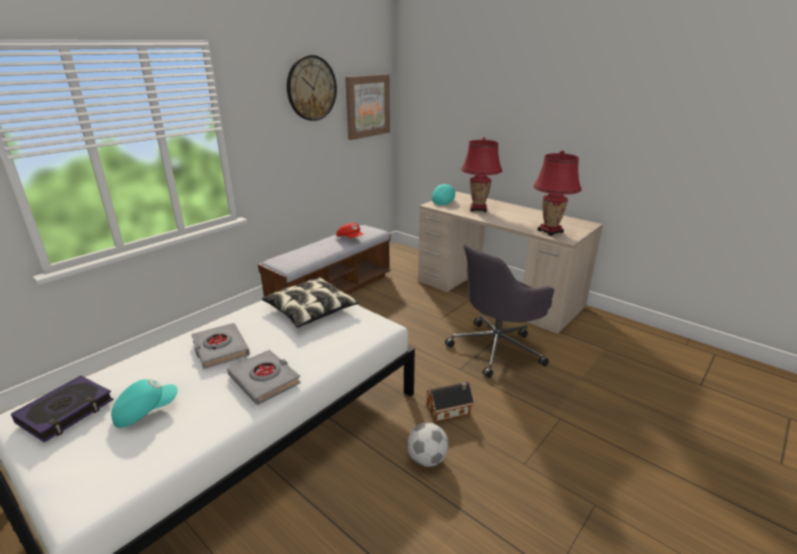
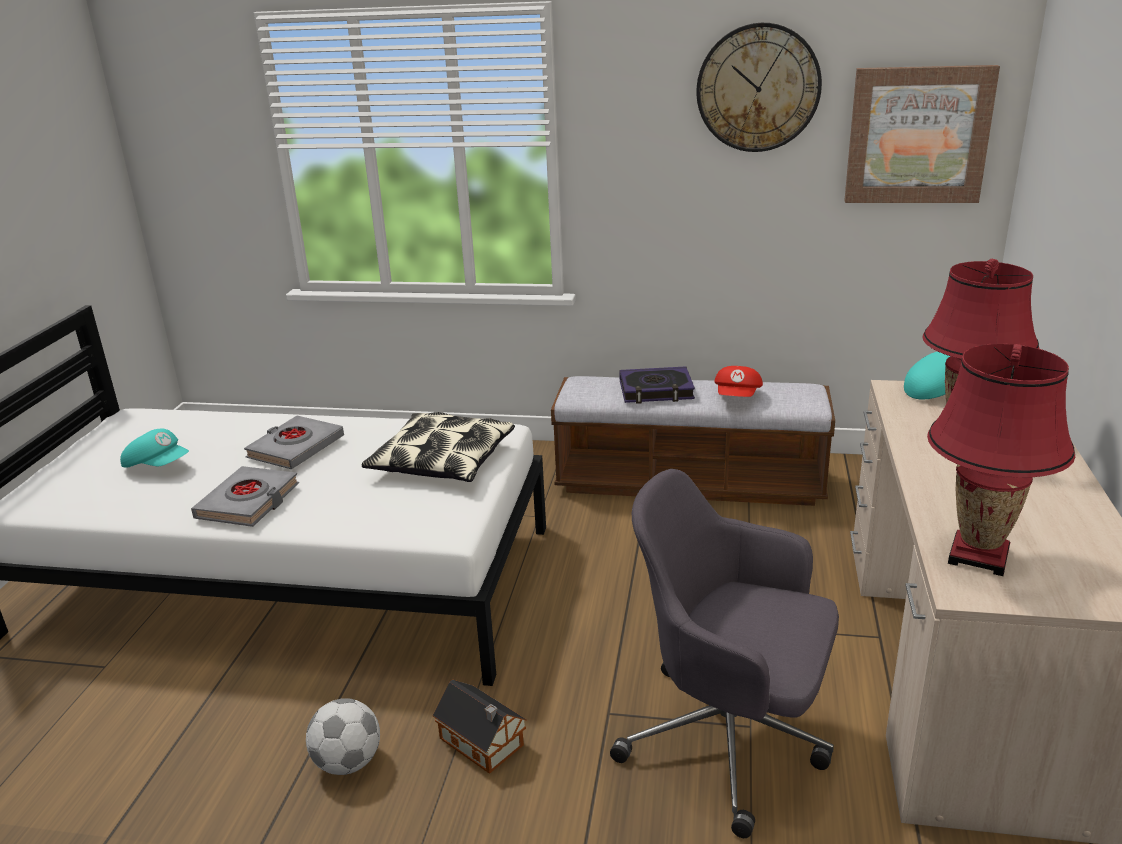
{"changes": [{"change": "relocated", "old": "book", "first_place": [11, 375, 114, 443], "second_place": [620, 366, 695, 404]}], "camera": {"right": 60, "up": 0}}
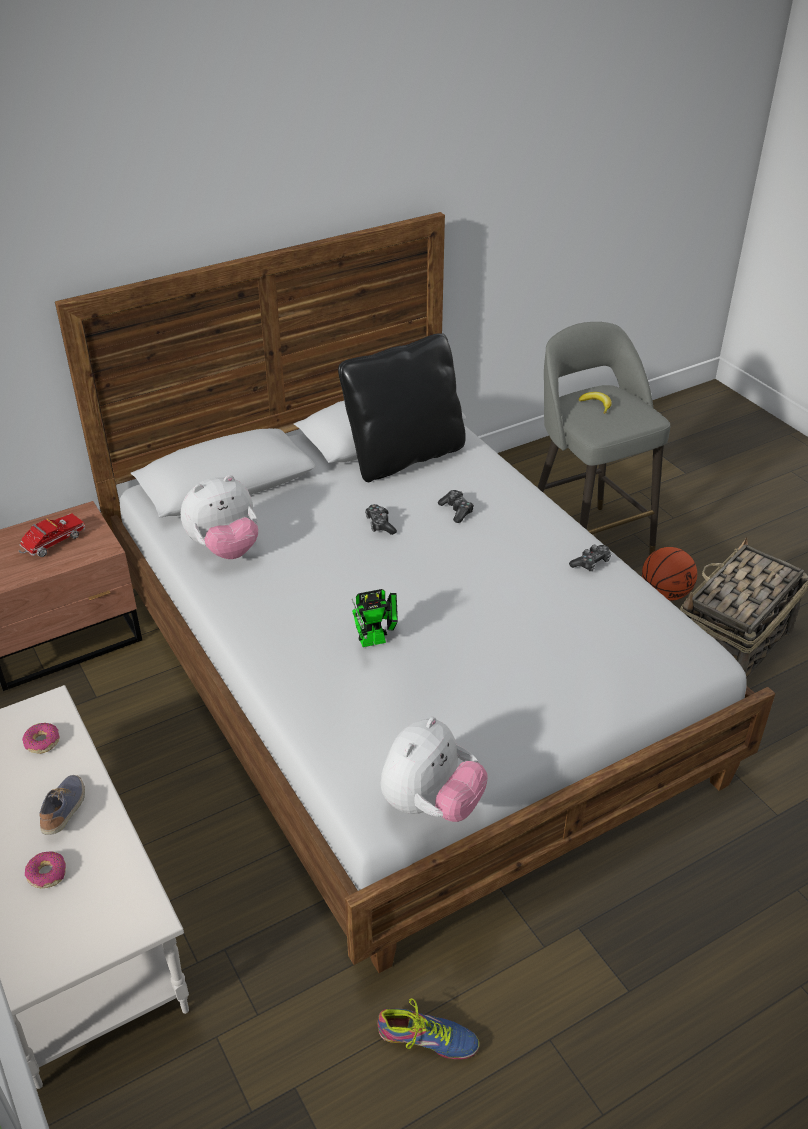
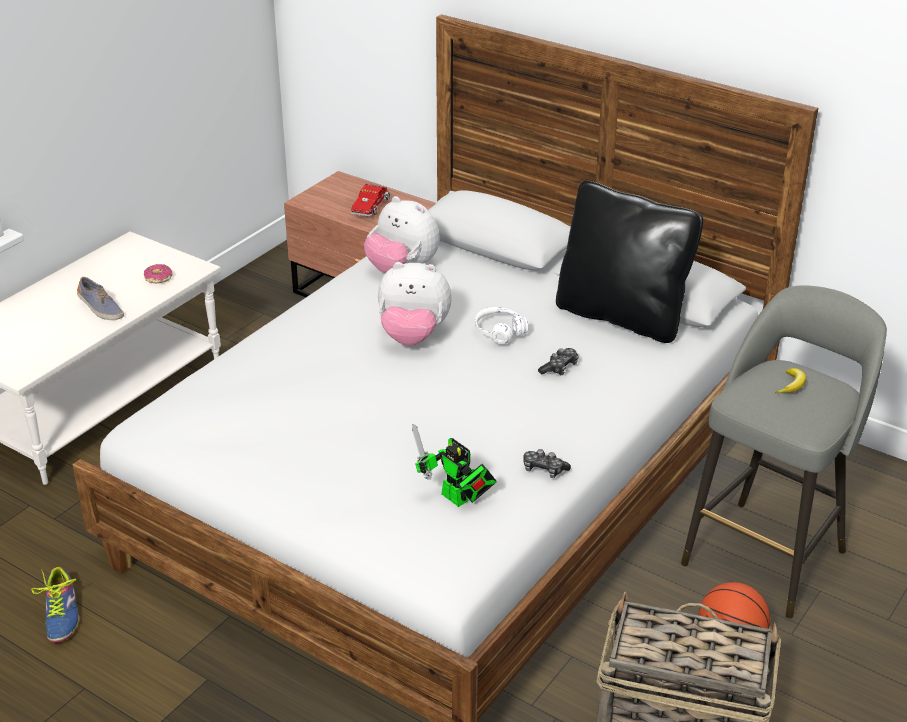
{"changes": [{"change": "exchanged", "old": "game controller", "new": "headphones in white", "first_place": [365, 504, 397, 535], "second_place": [475, 307, 528, 345]}, {"change": "spun", "old": "toy truck", "first_place": [19, 514, 85, 557], "second_place": [350, 183, 390, 217], "degrees": 90}, {"change": "relocated", "old": "toy robot", "first_place": [352, 589, 398, 647], "second_place": [412, 424, 497, 507]}, {"change": "relocated", "old": "plush toy", "first_place": [380, 717, 488, 822], "second_place": [378, 262, 452, 346]}, {"change": "spun", "old": "shoe", "first_place": [39, 775, 85, 835], "second_place": [77, 277, 124, 320], "degrees": 60}, {"change": "missing", "old": "donut", "first_place": [25, 851, 66, 888]}], "camera": {"right": 65, "up": -5}}
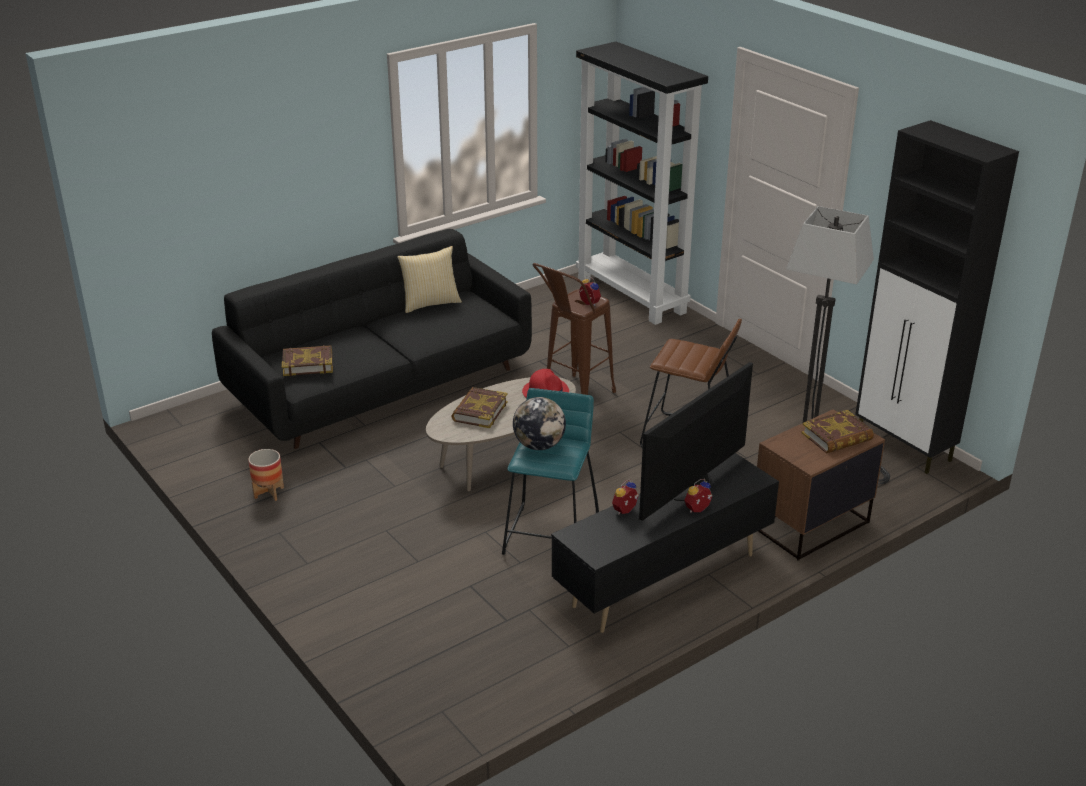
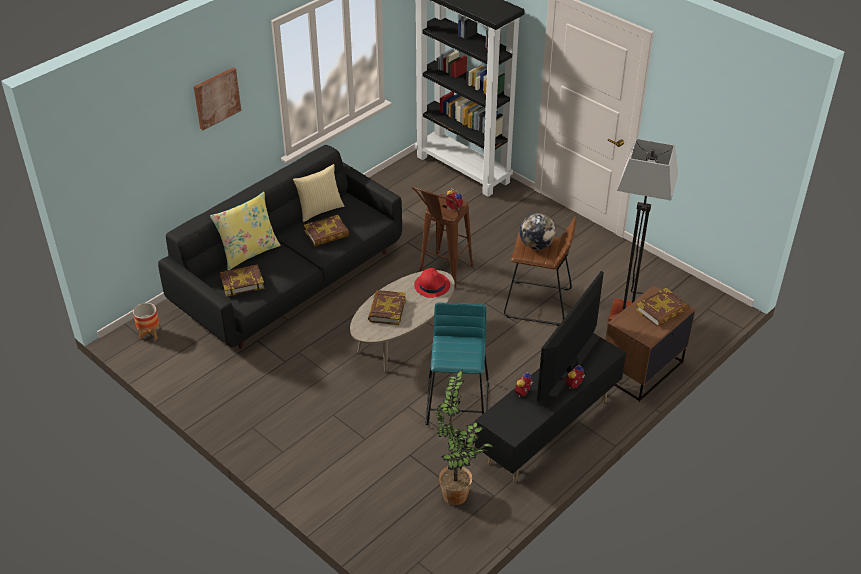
{"changes": [{"change": "missing", "old": "cabinet in black", "first_place": [855, 120, 1019, 474]}, {"change": "relocated", "old": "globe", "first_place": [513, 397, 566, 450], "second_place": [520, 213, 556, 250]}, {"change": "relocated", "old": "planter", "first_place": [248, 449, 284, 501], "second_place": [133, 303, 160, 340]}, {"change": "appeared", "new": "picture", "second_place": [194, 67, 241, 130]}, {"change": "appeared", "new": "pillow in yellow", "second_place": [210, 192, 281, 270]}, {"change": "appeared", "new": "book", "second_place": [304, 215, 349, 246]}, {"change": "appeared", "new": "potted plant", "second_place": [435, 369, 494, 506]}], "camera": {"right": -10, "up": 10}}
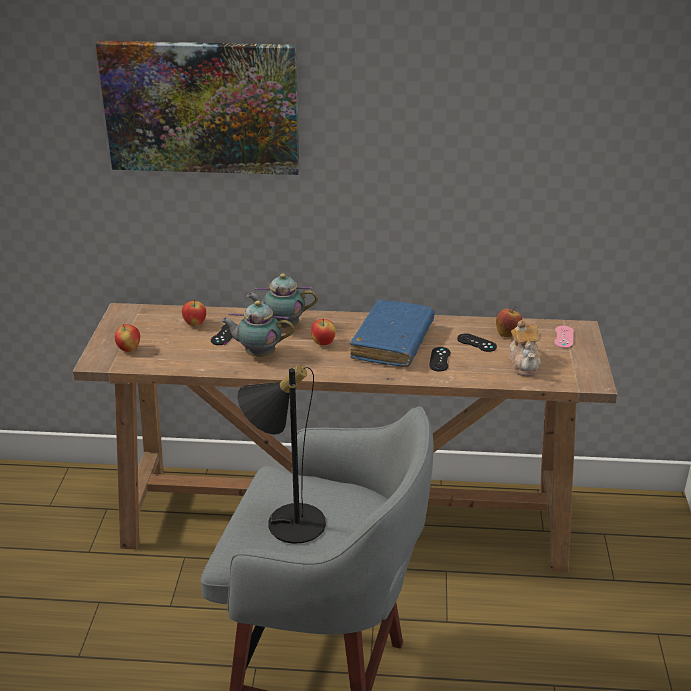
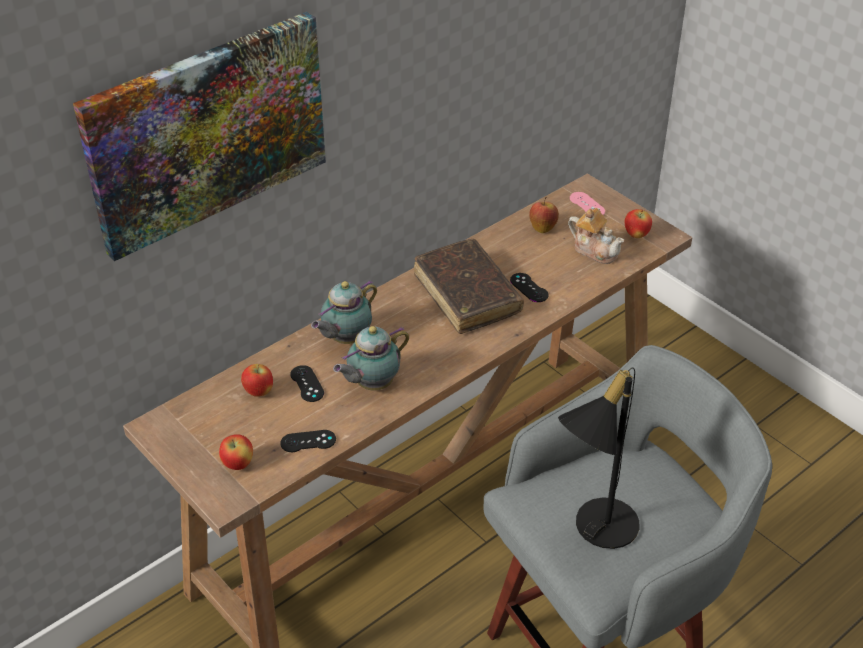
{"changes": [{"change": "colour", "old": "book in blue", "new": "book in brown", "first_place": [350, 300, 435, 367], "second_place": [414, 239, 524, 334]}, {"change": "relocated", "old": "apple", "first_place": [311, 319, 336, 345], "second_place": [625, 209, 652, 238]}, {"change": "relocated", "old": "game controller in black", "first_place": [457, 333, 497, 352], "second_place": [280, 430, 336, 452]}], "camera": {"right": -45, "up": 10}}
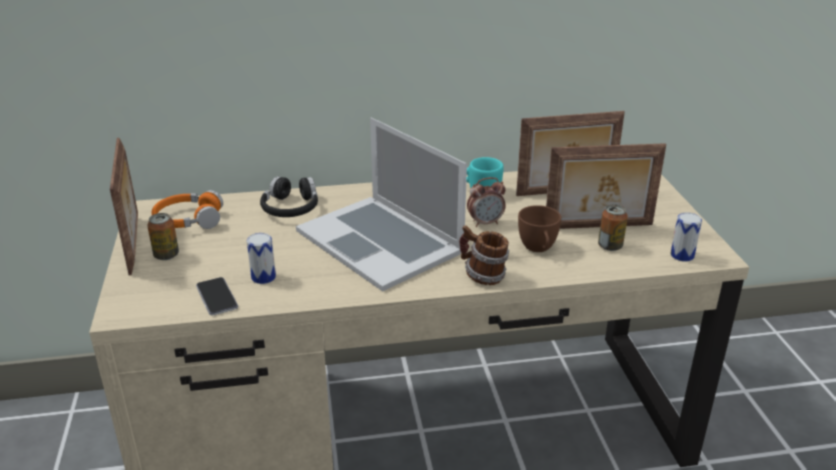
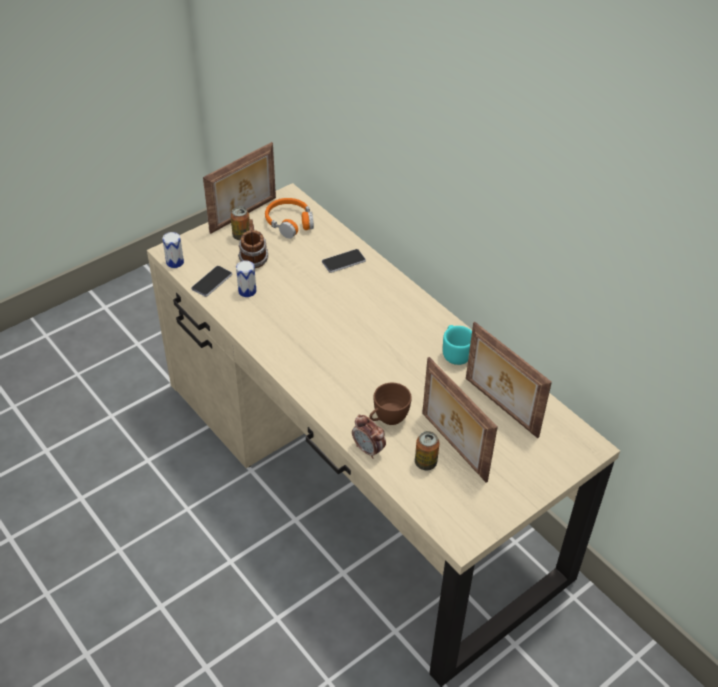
{"changes": [{"change": "missing", "old": "laptop", "first_place": [296, 117, 467, 292]}, {"change": "exchanged", "old": "headphones in black", "new": "phone", "first_place": [260, 176, 318, 217], "second_place": [322, 249, 366, 273]}, {"change": "relocated", "old": "alarm clock", "first_place": [467, 177, 506, 227], "second_place": [352, 414, 386, 459]}, {"change": "relocated", "old": "can", "first_place": [670, 212, 702, 262], "second_place": [162, 232, 184, 268]}, {"change": "relocated", "old": "mug", "first_place": [459, 225, 509, 285], "second_place": [238, 219, 268, 268]}], "camera": {"right": 60, "up": 15}}
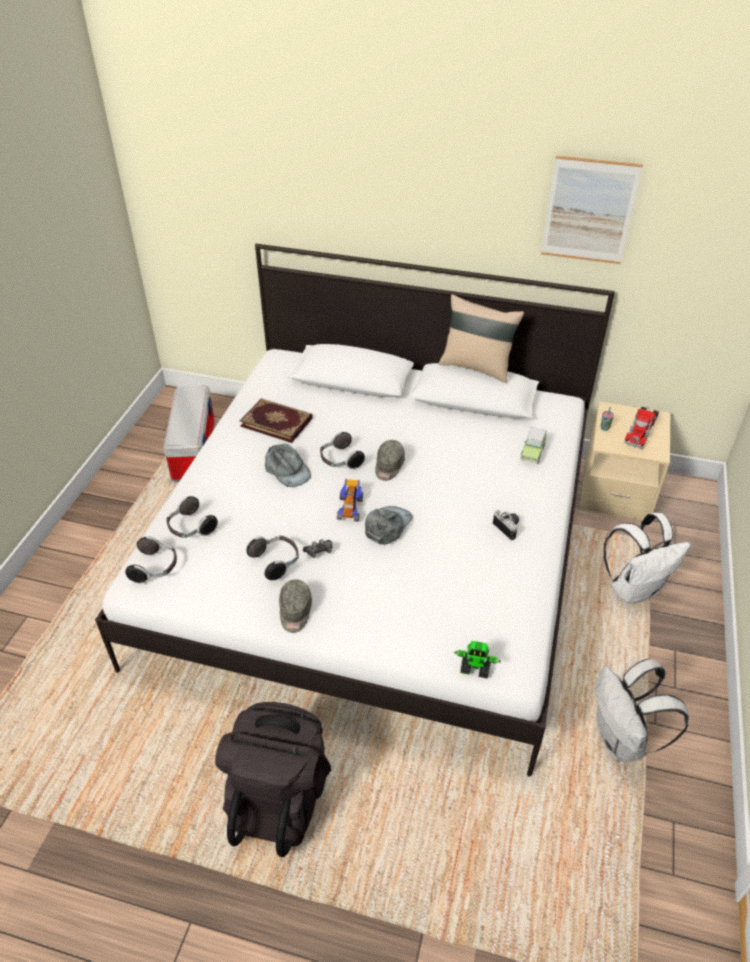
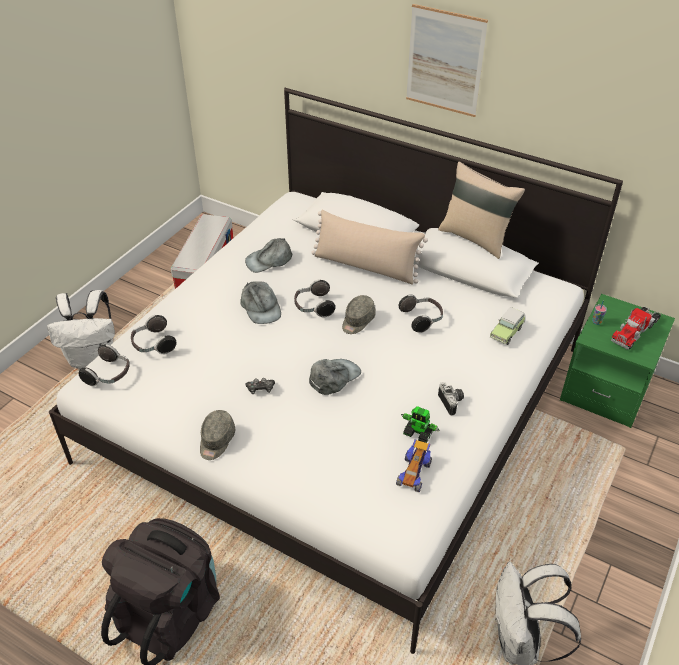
{"changes": [{"change": "relocated", "old": "picture", "first_place": [541, 155, 643, 264], "second_place": [406, 4, 488, 117]}, {"change": "exchanged", "old": "book", "new": "cap in grey", "first_place": [240, 398, 312, 443], "second_place": [245, 238, 292, 273]}, {"change": "colour", "old": "nightstand in beige", "new": "nightstand in green", "first_place": [579, 401, 671, 520], "second_place": [560, 294, 675, 428]}, {"change": "relocated", "old": "toy car", "first_place": [337, 479, 363, 522], "second_place": [396, 439, 432, 492]}, {"change": "relocated", "old": "backpack in white", "first_place": [604, 513, 690, 604], "second_place": [47, 290, 115, 369]}, {"change": "relocated", "old": "headphones", "first_place": [246, 536, 299, 580], "second_place": [399, 294, 443, 333]}, {"change": "relocated", "old": "toy robot", "first_place": [454, 641, 501, 679], "second_place": [401, 406, 439, 443]}, {"change": "appeared", "new": "pillow in beige", "second_place": [311, 209, 428, 285]}], "camera": {"right": 15, "up": 0}}
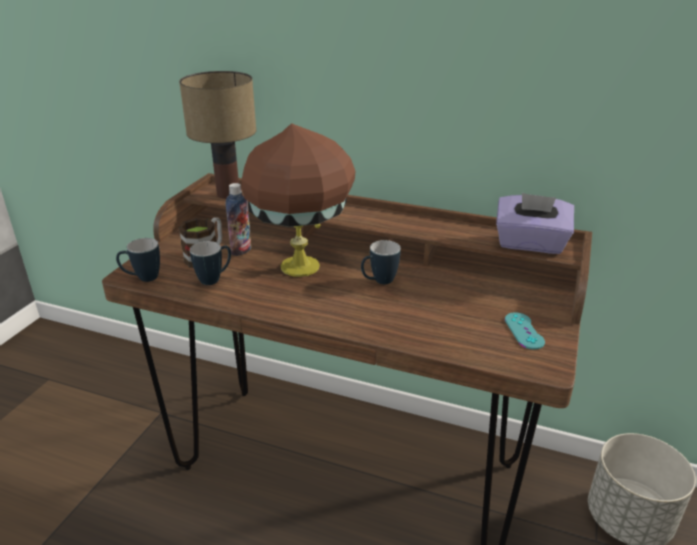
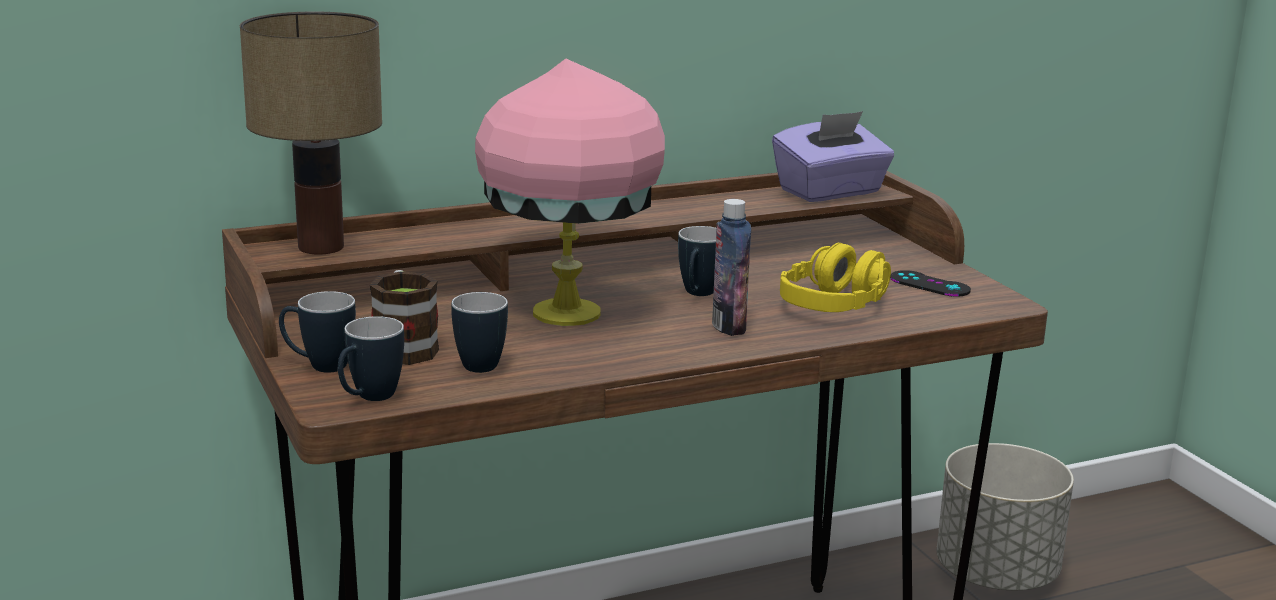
{"changes": [{"change": "colour", "old": "table lamp in brown", "new": "table lamp in pink", "first_place": [242, 123, 355, 277], "second_place": [475, 59, 665, 326]}, {"change": "relocated", "old": "bottle", "first_place": [226, 183, 252, 256], "second_place": [712, 199, 751, 336]}, {"change": "colour", "old": "game controller in turquoise", "new": "game controller in black", "first_place": [505, 313, 545, 349], "second_place": [890, 270, 971, 297]}, {"change": "appeared", "new": "headphones in yellow", "second_place": [780, 243, 891, 312]}, {"change": "appeared", "new": "mug", "second_place": [279, 291, 356, 373]}], "camera": {"right": -45, "up": -10}}
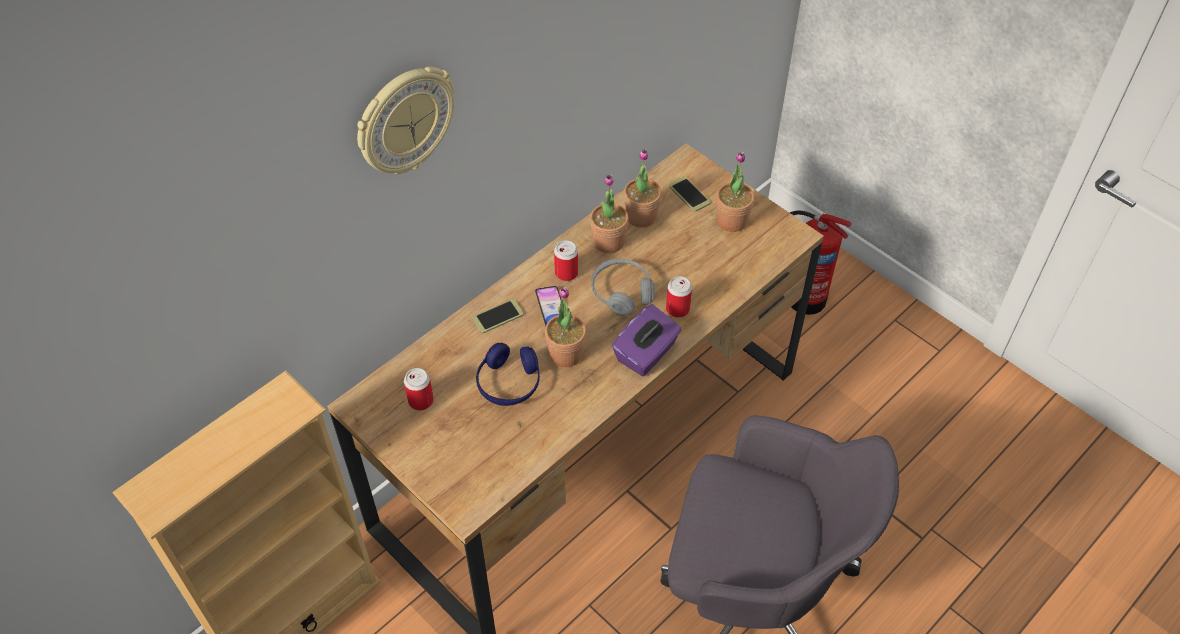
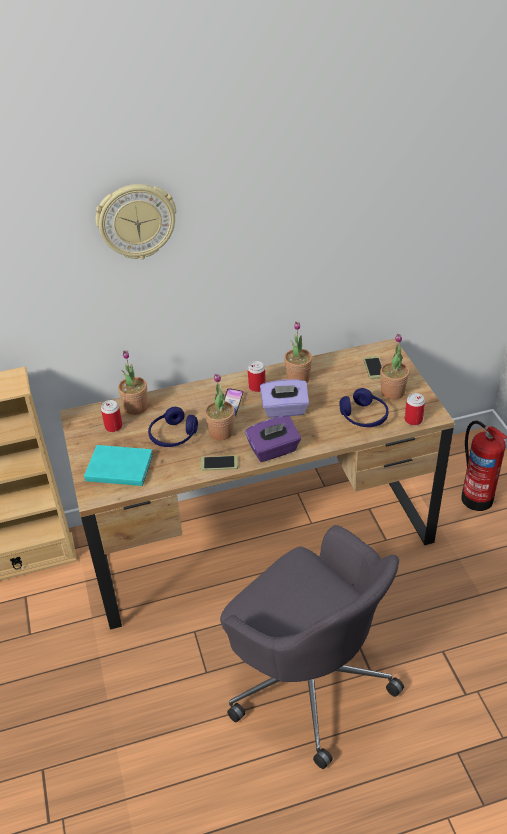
{"changes": [{"change": "relocated", "old": "potted plant", "first_place": [624, 149, 661, 228], "second_place": [118, 350, 148, 415]}, {"change": "exchanged", "old": "headphones in grey", "new": "tissue box in purple", "first_place": [591, 258, 655, 316], "second_place": [260, 379, 309, 418]}, {"change": "relocated", "old": "can", "first_place": [666, 276, 692, 318], "second_place": [405, 393, 425, 426]}, {"change": "relocated", "old": "phone", "first_place": [472, 299, 524, 333], "second_place": [200, 455, 238, 471]}, {"change": "appeared", "new": "headphones in blue", "second_place": [339, 388, 389, 427]}, {"change": "appeared", "new": "book in turquoise", "second_place": [84, 445, 153, 486]}], "camera": {"right": 30, "up": -10}}
